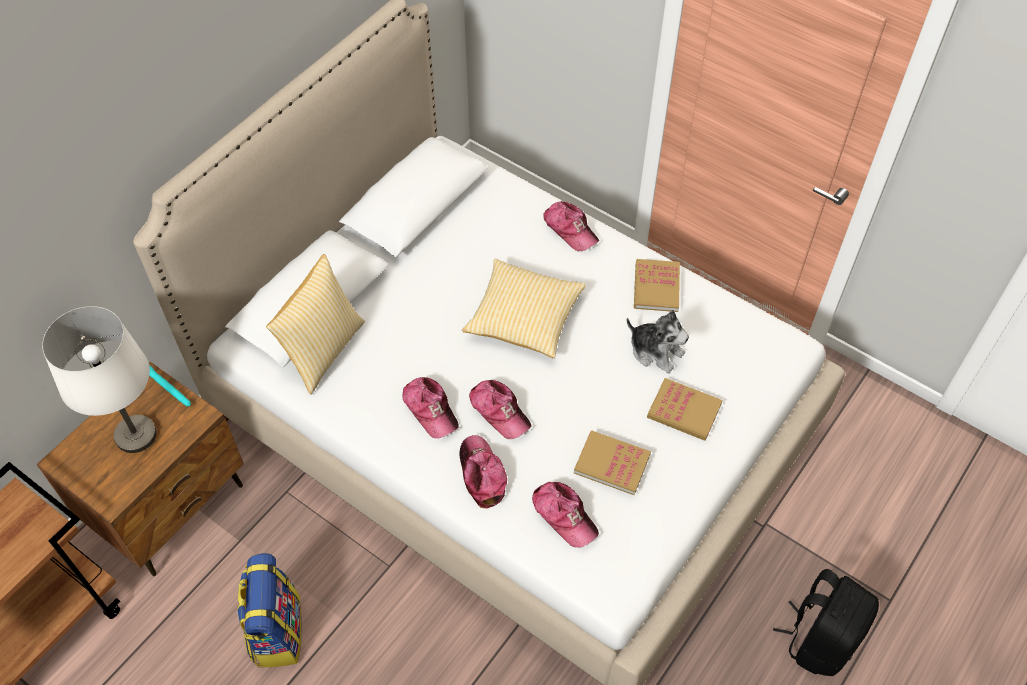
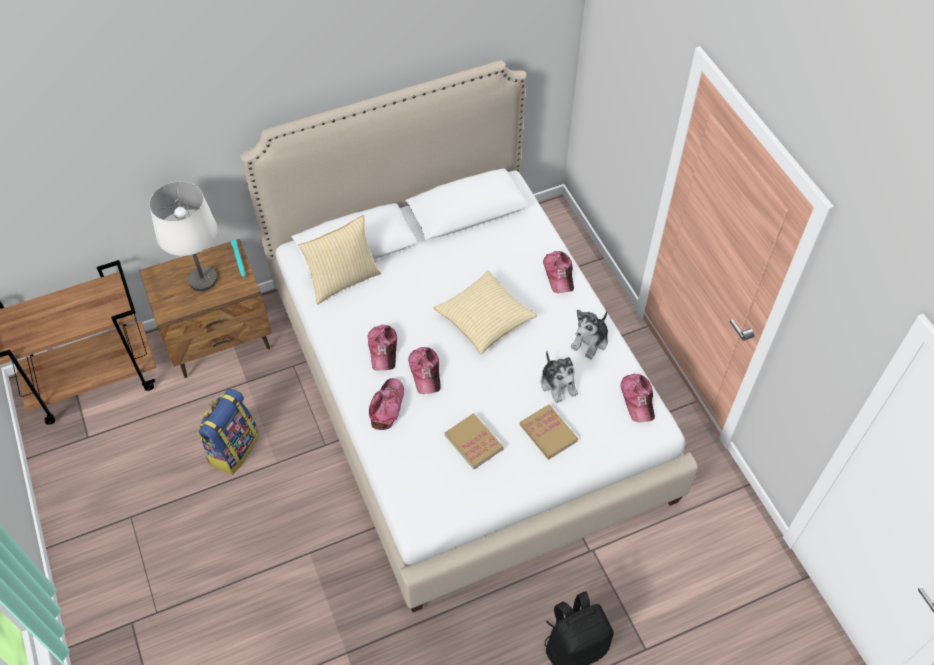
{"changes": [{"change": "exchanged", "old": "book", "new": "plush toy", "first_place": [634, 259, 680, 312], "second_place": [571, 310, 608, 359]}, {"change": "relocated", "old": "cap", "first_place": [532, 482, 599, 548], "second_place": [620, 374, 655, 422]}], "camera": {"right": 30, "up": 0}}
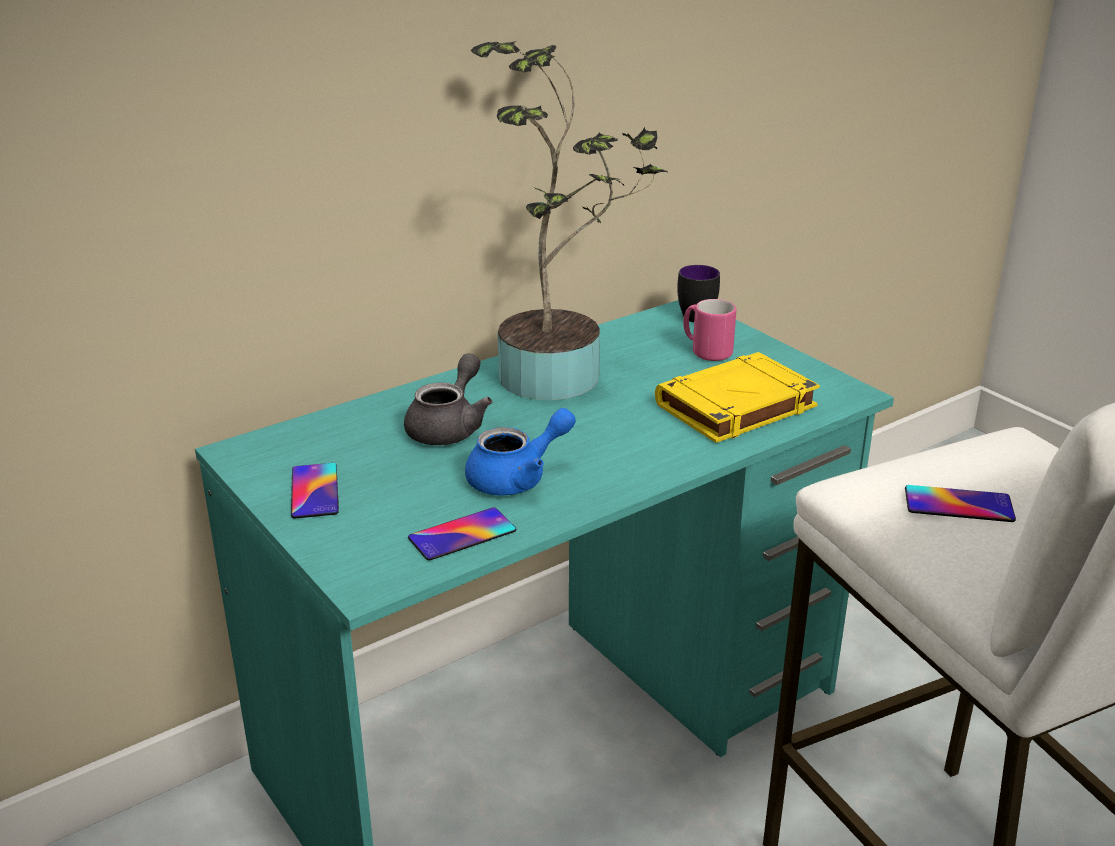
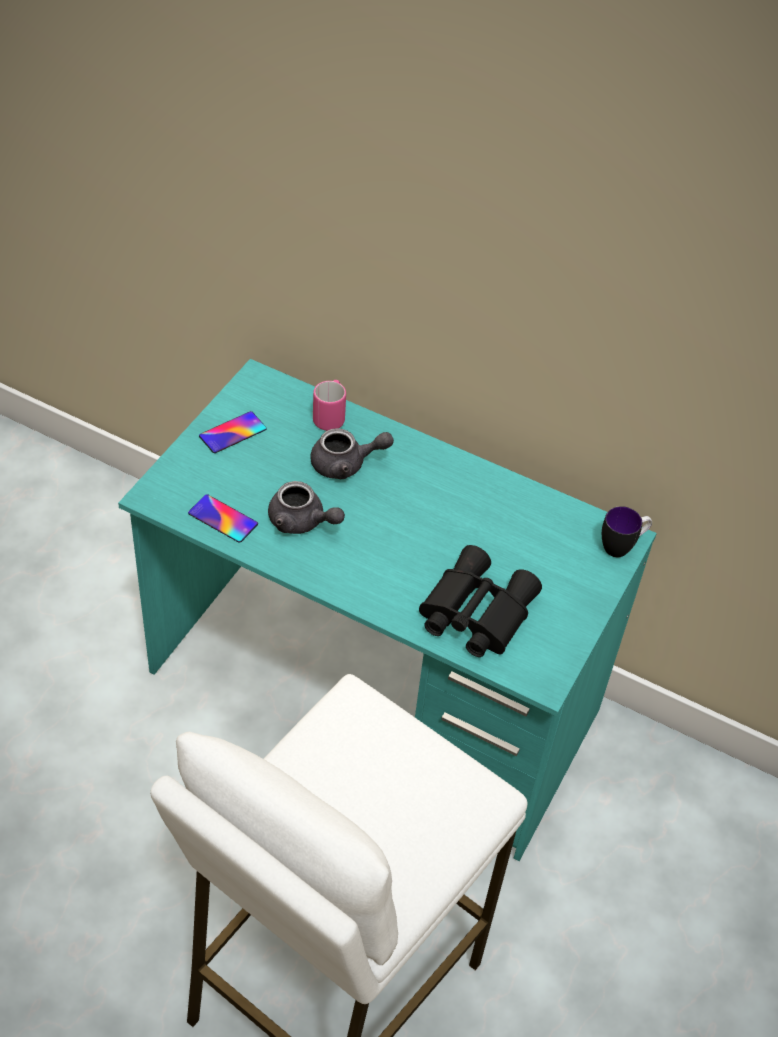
{"changes": [{"change": "missing", "old": "potted plant", "first_place": [471, 41, 668, 401]}, {"change": "relocated", "old": "mug in pink", "first_place": [683, 299, 736, 361], "second_place": [313, 380, 346, 431]}, {"change": "exchanged", "old": "book in yellow", "new": "binoculars in black", "first_place": [655, 352, 820, 443], "second_place": [419, 545, 542, 657]}, {"change": "colour", "old": "teapot in blue", "new": "teapot in grey", "first_place": [465, 408, 576, 496], "second_place": [268, 481, 345, 534]}, {"change": "missing", "old": "phone", "first_place": [905, 485, 1016, 522]}], "camera": {"right": 60, "up": 20}}
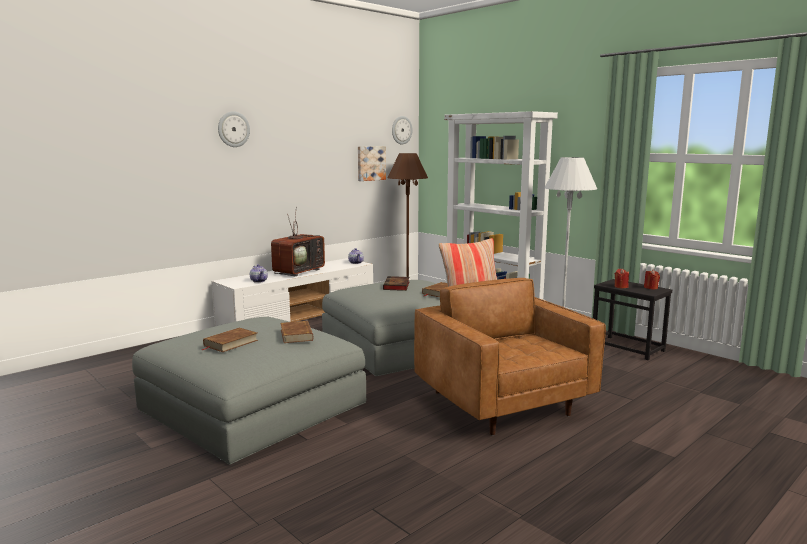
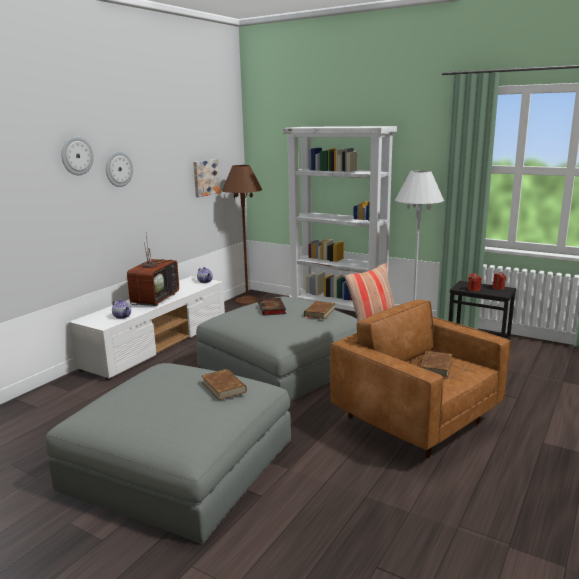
{"changes": [{"change": "relocated", "old": "wall clock", "first_place": [392, 116, 413, 144], "second_place": [106, 151, 133, 187]}, {"change": "relocated", "old": "book in brown", "first_place": [202, 328, 258, 352], "second_place": [420, 351, 452, 377]}], "camera": {"right": -15, "up": 5}}
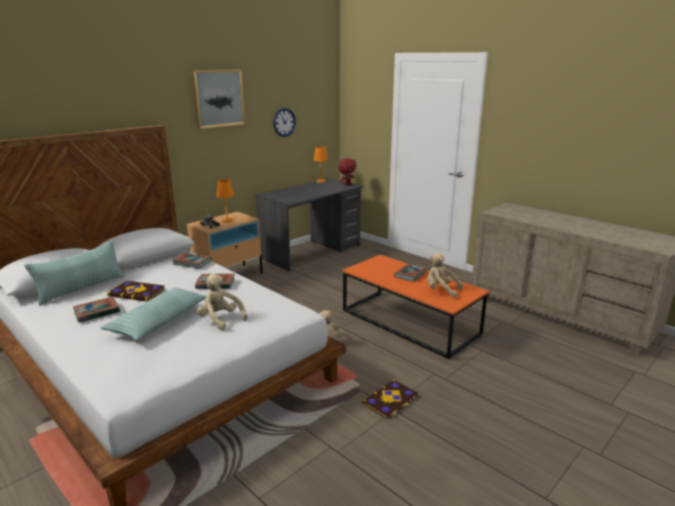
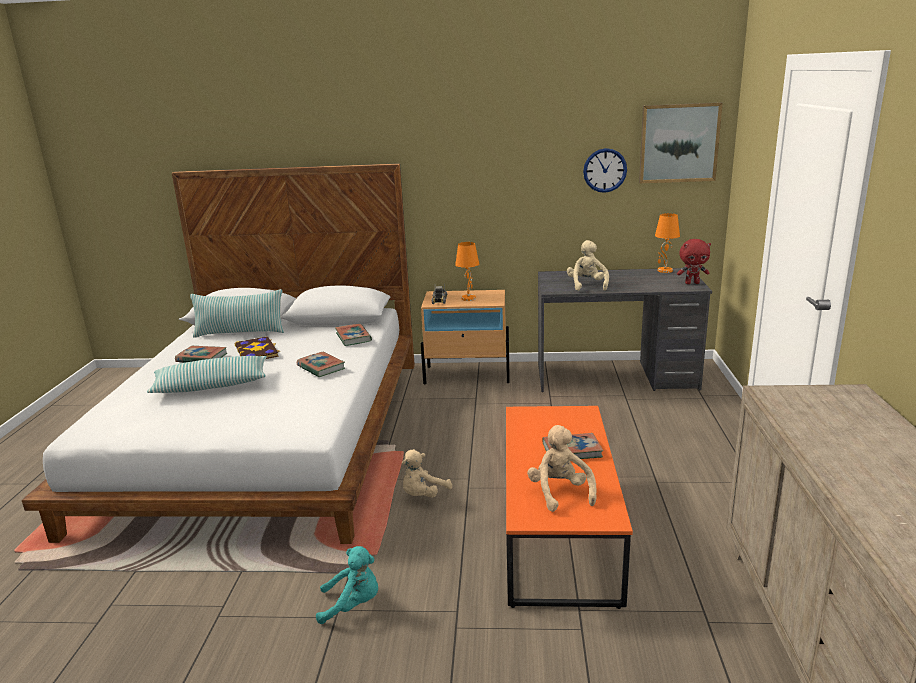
{"changes": [{"change": "relocated", "old": "picture", "first_place": [192, 69, 245, 129], "second_place": [639, 102, 723, 183]}, {"change": "relocated", "old": "plush toy in beige", "first_place": [197, 274, 247, 331], "second_place": [567, 240, 609, 291]}, {"change": "exchanged", "old": "book", "new": "plush toy in turquoise", "first_place": [362, 379, 418, 419], "second_place": [316, 546, 378, 624]}], "camera": {"right": 50, "up": 0}}
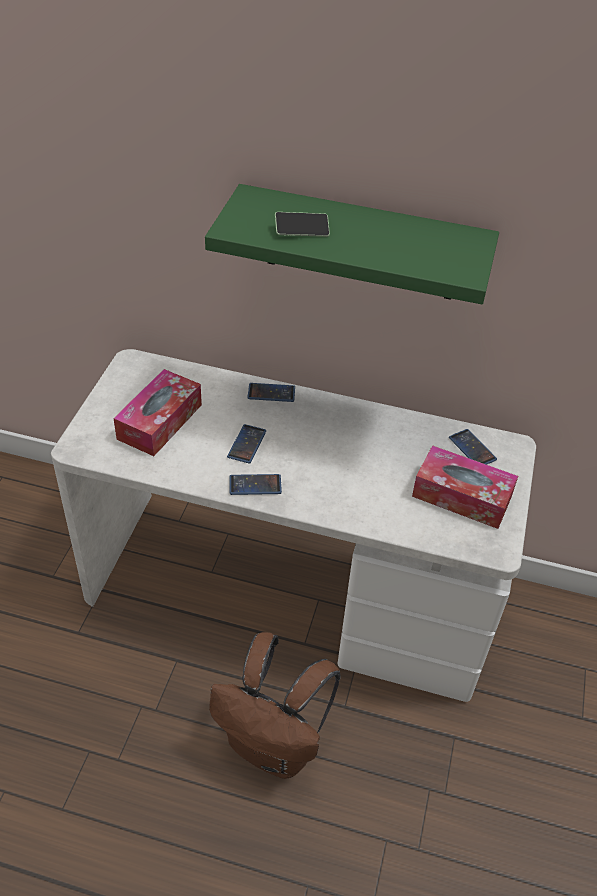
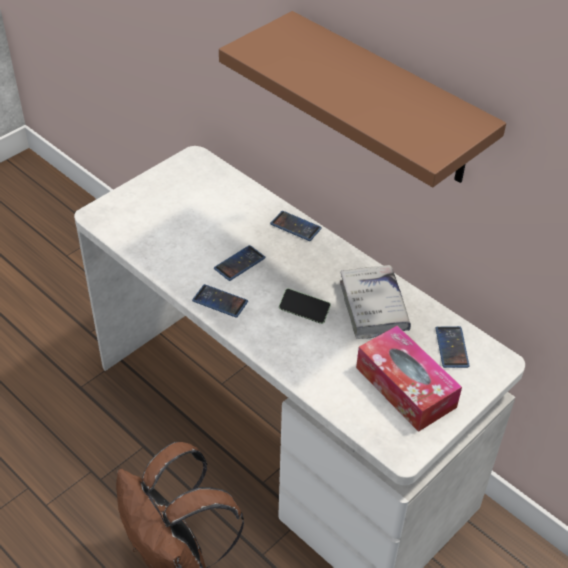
{"changes": [{"change": "colour", "old": "shelf in green", "new": "shelf in brown", "first_place": [205, 184, 499, 304], "second_place": [219, 11, 506, 187]}, {"change": "relocated", "old": "phone", "first_place": [275, 212, 330, 237], "second_place": [279, 288, 331, 324]}, {"change": "missing", "old": "tissue box", "first_place": [113, 369, 202, 456]}, {"change": "appeared", "new": "book in white", "second_place": [340, 265, 411, 339]}], "camera": {"right": 30, "up": 0}}
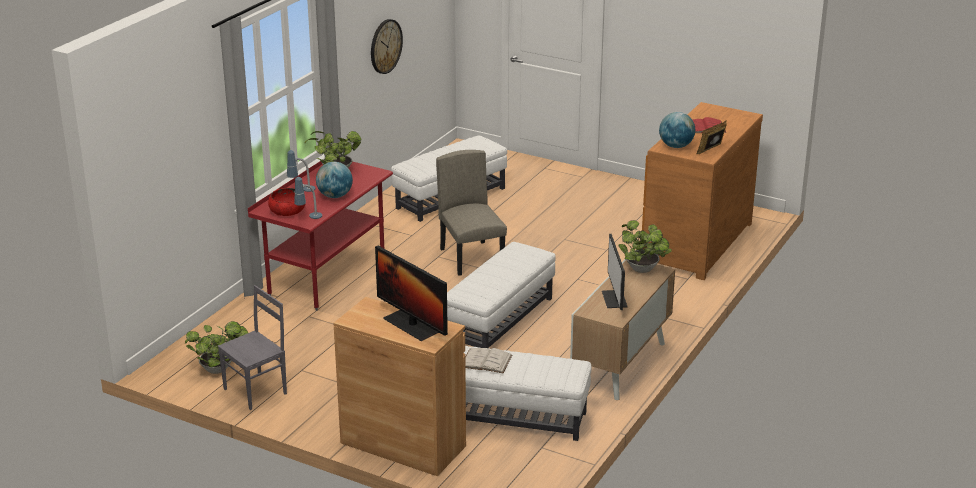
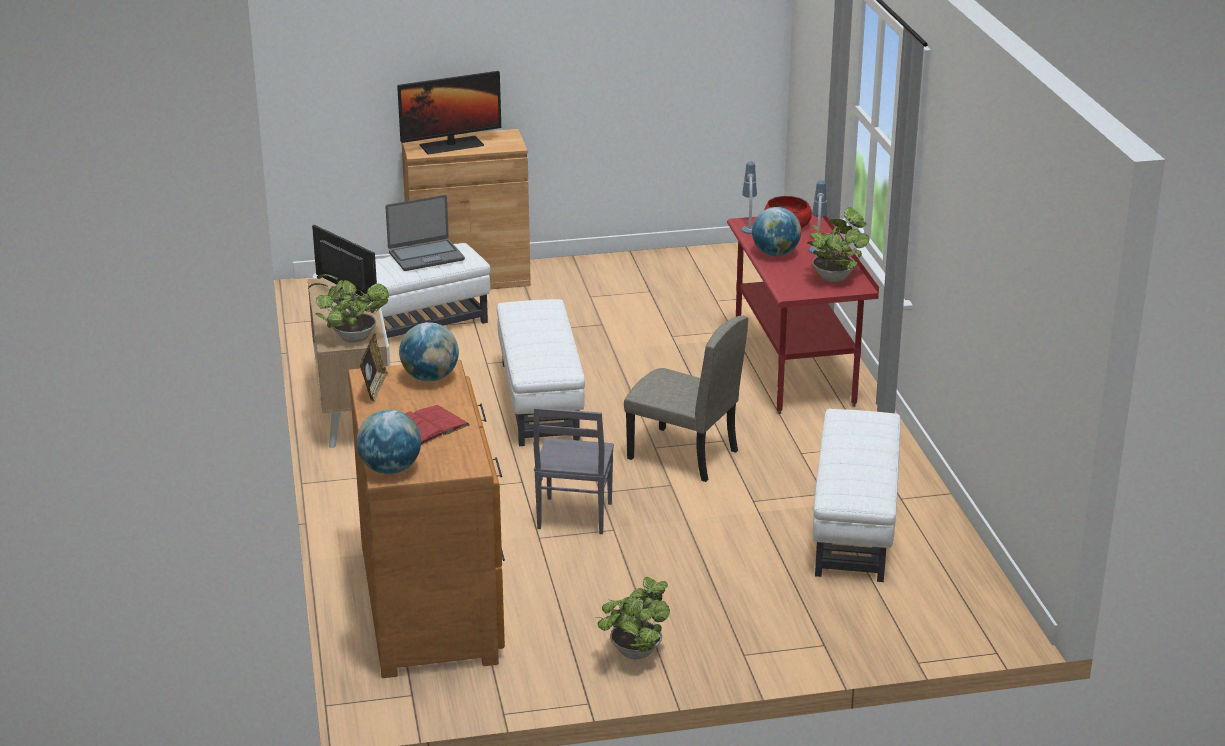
{"changes": [{"change": "missing", "old": "wall clock", "first_place": [371, 19, 403, 74]}, {"change": "spun", "old": "monitor", "first_place": [375, 246, 448, 341], "second_place": [397, 71, 501, 155], "degrees": 150}, {"change": "relocated", "old": "chair in grey", "first_place": [218, 285, 287, 410], "second_place": [533, 408, 614, 534]}, {"change": "relocated", "old": "potted plant", "first_place": [185, 321, 248, 374], "second_place": [595, 577, 670, 659]}, {"change": "exchanged", "old": "book in white", "new": "laptop", "first_place": [465, 348, 512, 373], "second_place": [386, 195, 465, 271]}, {"change": "appeared", "new": "globe", "second_place": [356, 410, 421, 474]}], "camera": {"right": 140, "up": 0}}
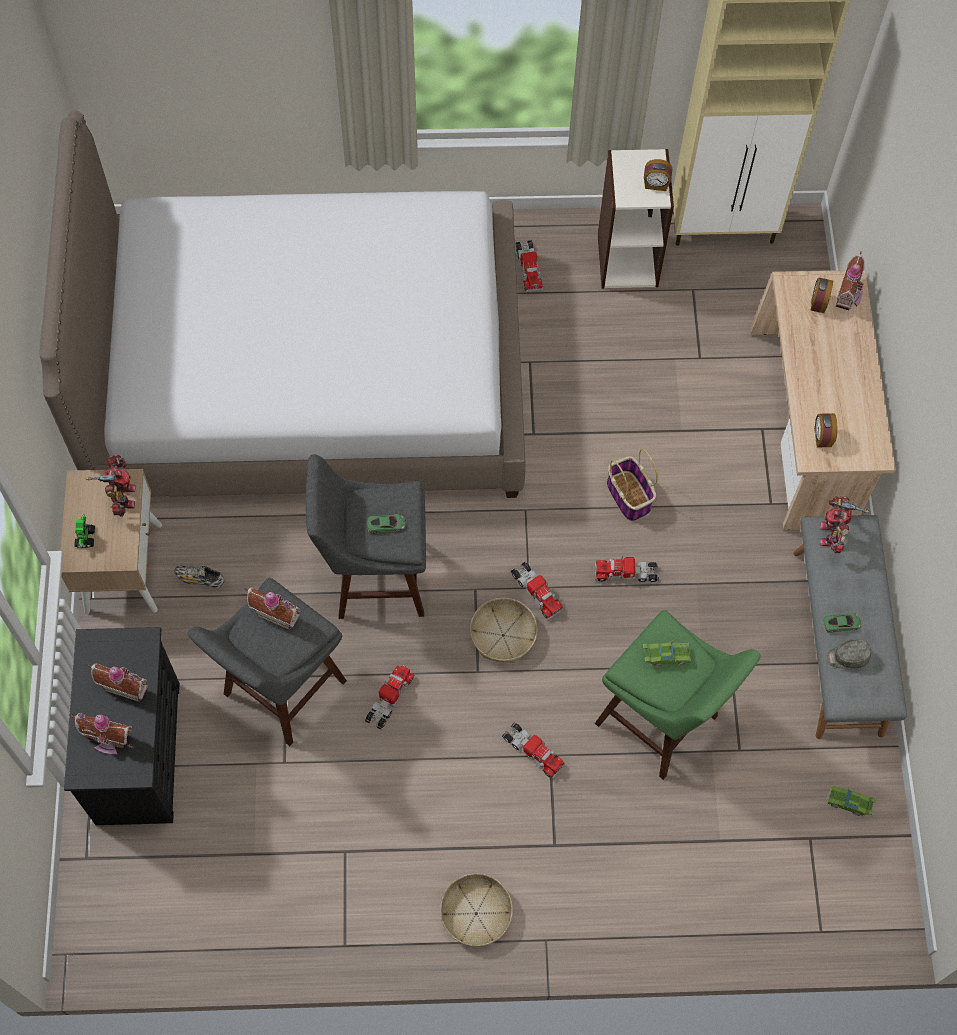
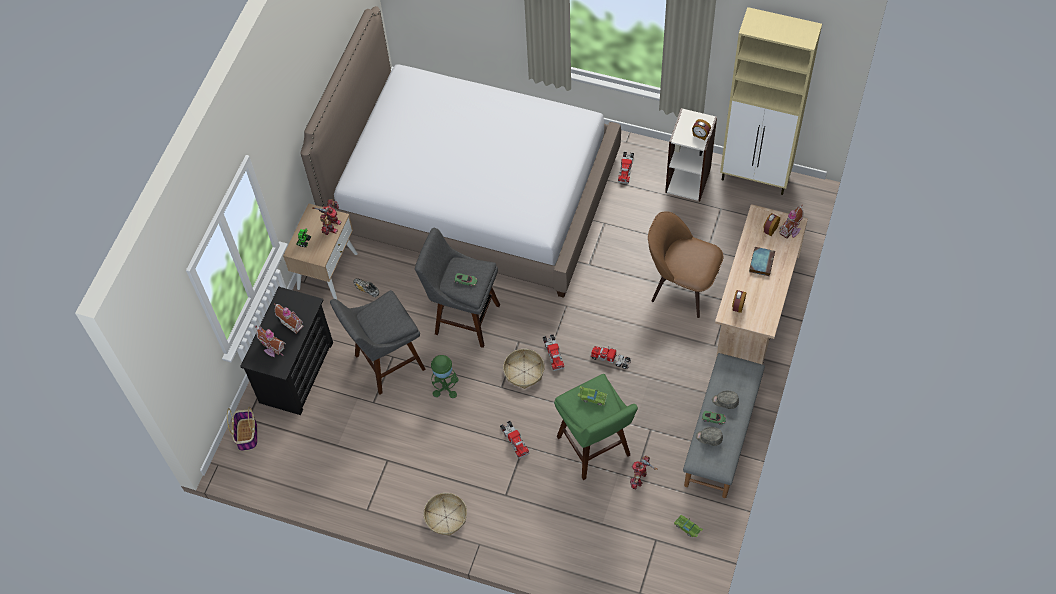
{"changes": [{"change": "relocated", "old": "basket", "first_place": [607, 448, 658, 522], "second_place": [227, 407, 257, 451]}, {"change": "relocated", "old": "toy robot", "first_place": [820, 496, 869, 553], "second_place": [630, 456, 657, 489]}, {"change": "missing", "old": "toy house", "first_place": [244, 588, 300, 630]}, {"change": "exchanged", "old": "toy truck", "new": "table lamp in green", "first_place": [365, 665, 415, 730], "second_place": [431, 355, 459, 398]}, {"change": "appeared", "new": "chair in brown", "second_place": [648, 211, 723, 318]}, {"change": "appeared", "new": "book", "second_place": [749, 247, 775, 276]}, {"change": "appeared", "new": "cap in grey", "second_place": [712, 391, 739, 409]}], "camera": {"right": 25, "up": -5}}
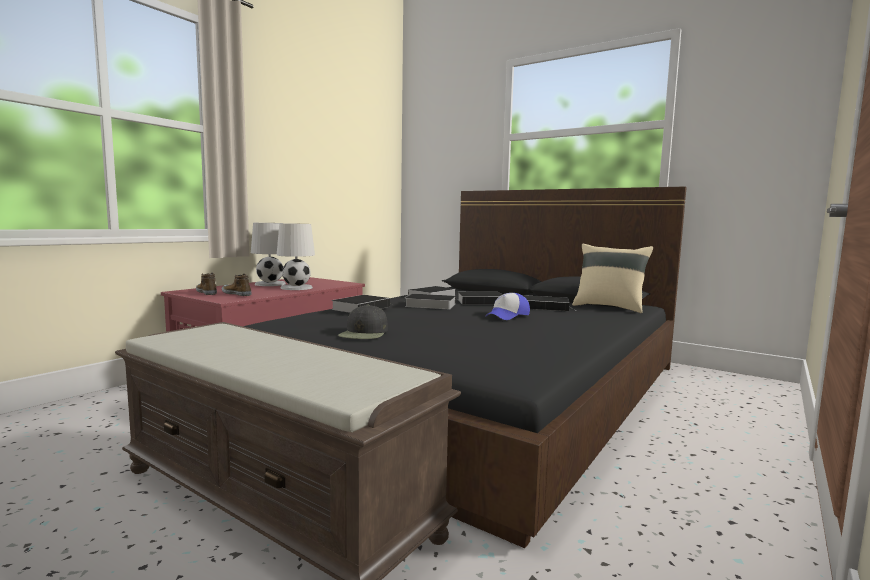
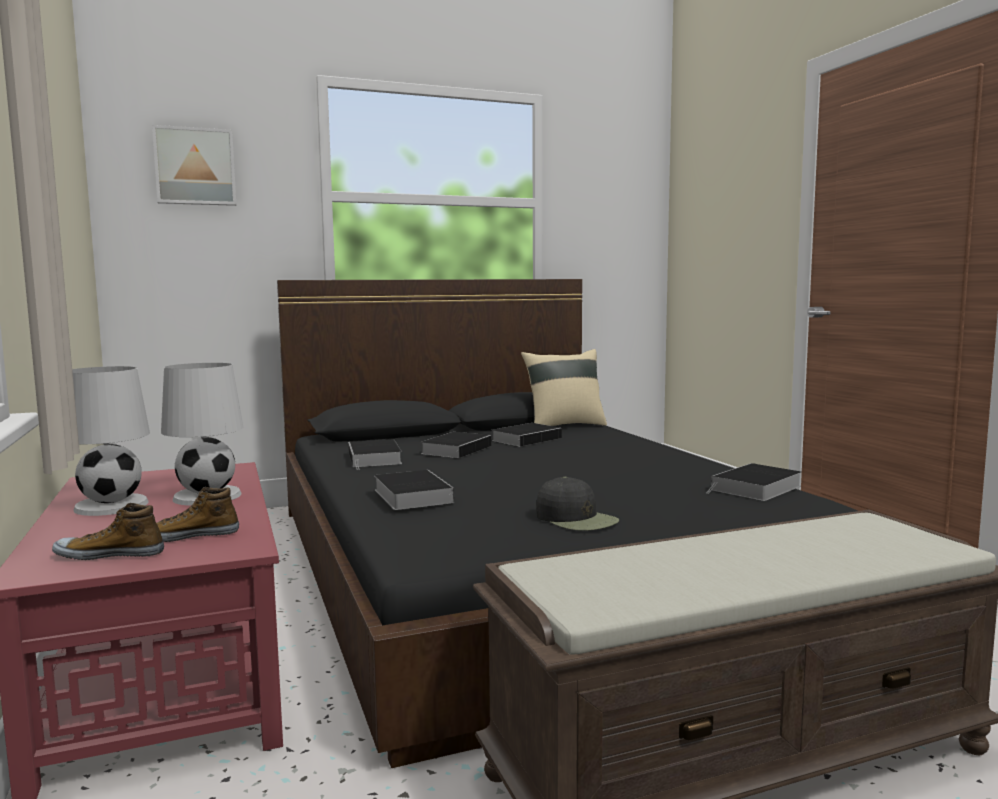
{"changes": [{"change": "missing", "old": "cap", "first_place": [485, 293, 530, 320]}, {"change": "relocated", "old": "book", "first_place": [405, 294, 456, 309], "second_place": [706, 463, 802, 501]}, {"change": "appeared", "new": "picture", "second_place": [152, 125, 236, 206]}], "camera": {"right": -55, "up": 0}}
